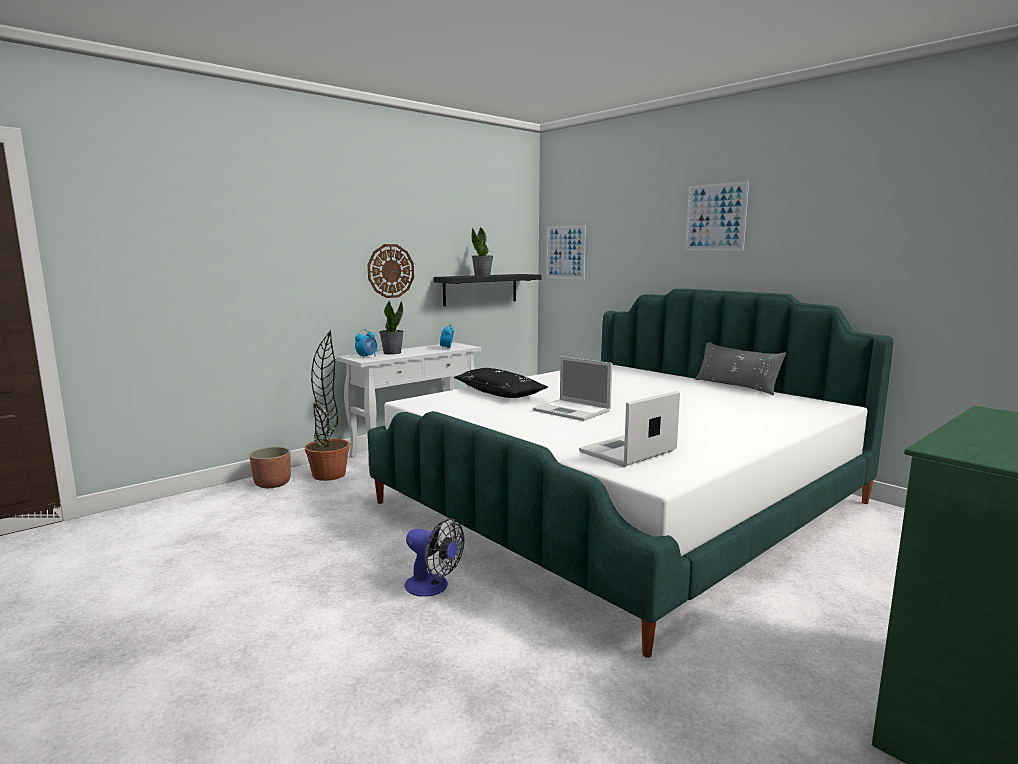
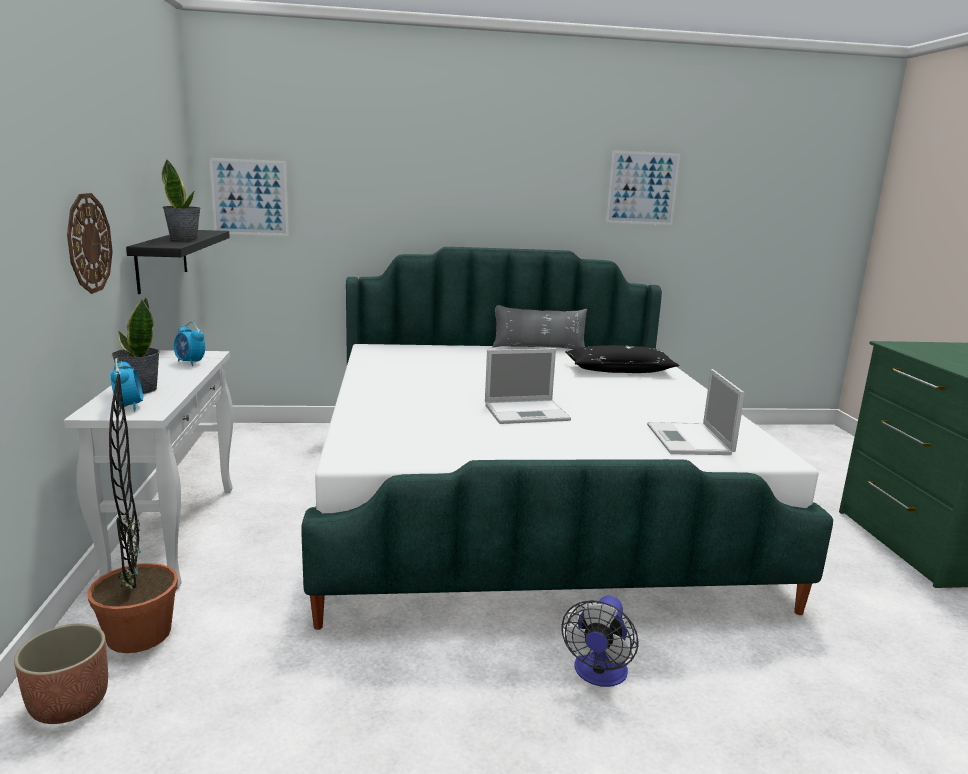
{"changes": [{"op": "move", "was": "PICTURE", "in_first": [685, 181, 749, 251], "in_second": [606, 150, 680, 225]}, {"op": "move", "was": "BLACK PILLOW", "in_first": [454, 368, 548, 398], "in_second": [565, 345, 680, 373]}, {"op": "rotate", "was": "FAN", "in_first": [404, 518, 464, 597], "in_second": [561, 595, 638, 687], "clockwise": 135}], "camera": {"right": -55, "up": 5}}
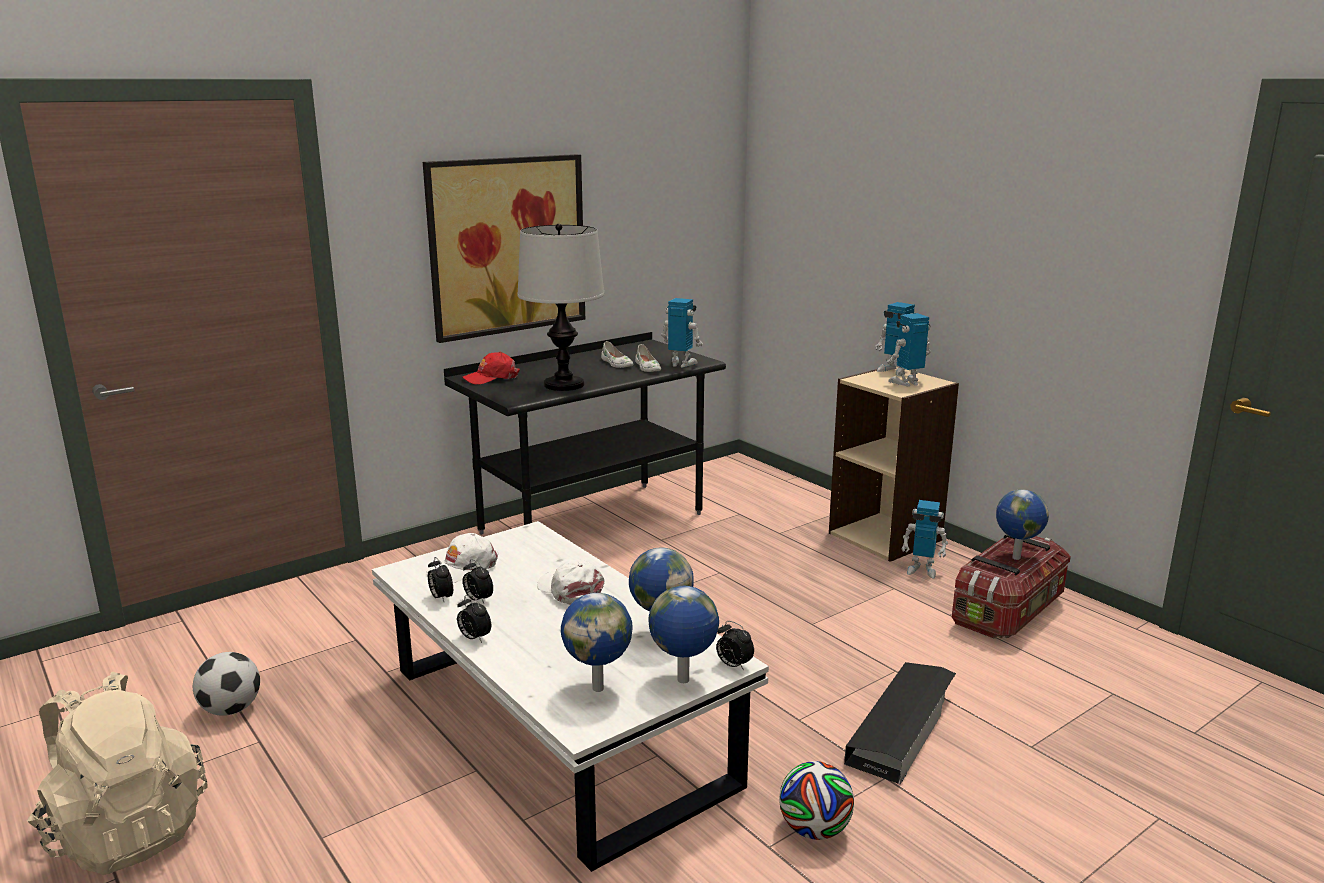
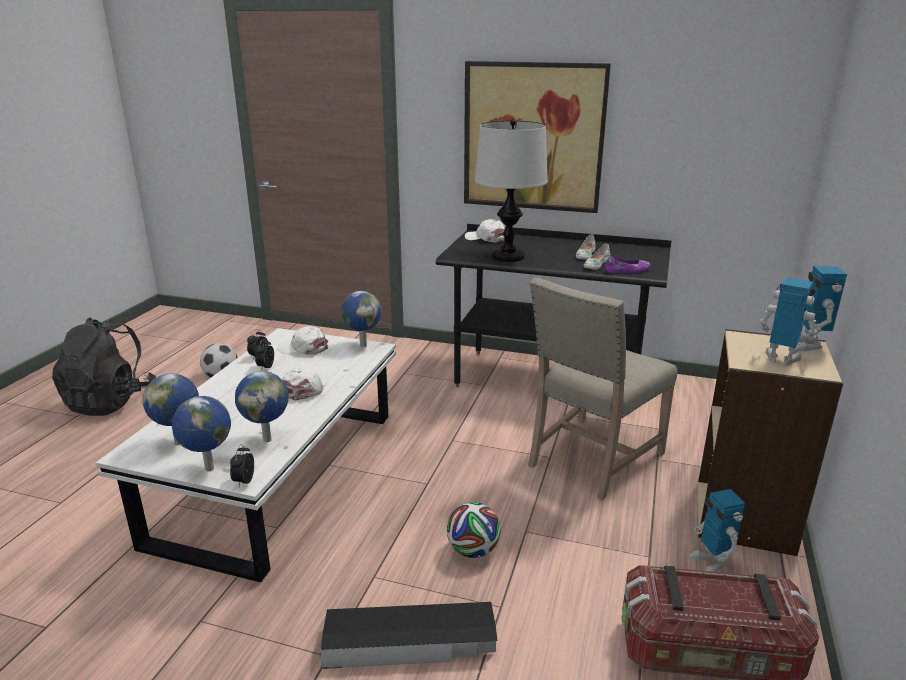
{"changes": [{"op": "replace", "was": "TOY ROBOT", "now": "PURPLE SHOE", "in_first": [661, 298, 703, 367], "in_second": [605, 255, 651, 273]}, {"op": "recolor", "was": "RED CAP", "now": "WHITE CAP", "in_first": [462, 352, 520, 385], "in_second": [465, 219, 505, 243]}, {"op": "move", "was": "GLOBE", "in_first": [996, 489, 1049, 560], "in_second": [341, 291, 382, 347]}, {"op": "delete", "was": "ALARM CLOCK", "in_first": [457, 595, 491, 643]}, {"op": "recolor", "was": "BEIGE BACKPACK", "now": "BLACK BACKPACK", "in_first": [27, 672, 208, 875], "in_second": [52, 317, 156, 416]}, {"op": "move", "was": "FOOTBALL", "in_first": [779, 761, 854, 840], "in_second": [447, 502, 501, 558]}, {"op": "insert", "now": "BEIGE CHAIR", "in_second": [528, 277, 678, 501]}], "camera": {"right": 55, "up": 5}}
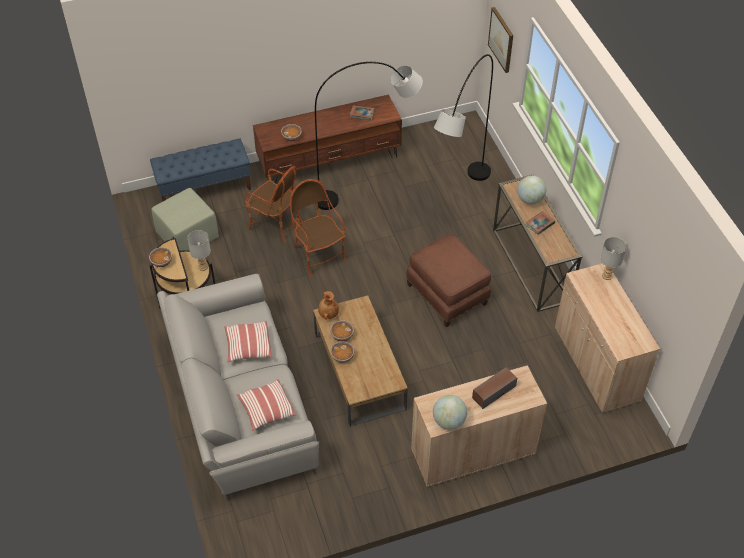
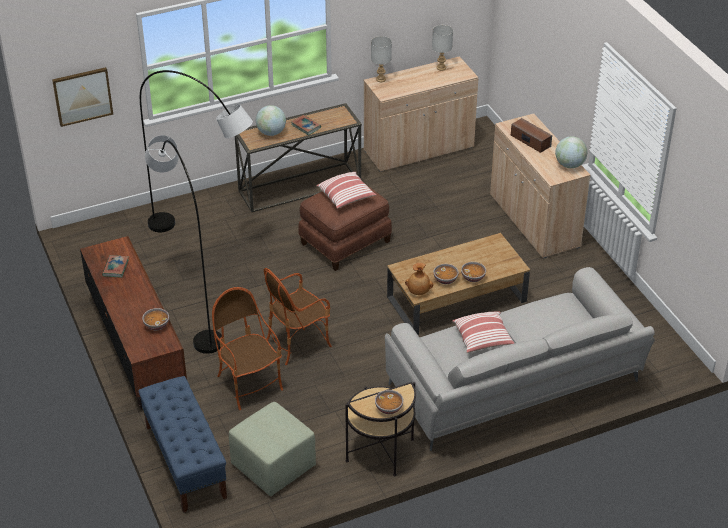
{"changes": [{"op": "rotate", "was": "ARMCHAIR", "in_first": [245, 166, 303, 243], "in_second": [212, 287, 283, 410], "clockwise": -60}, {"op": "move", "was": "GREY TABLE LAMP", "in_first": [187, 230, 211, 271], "in_second": [432, 25, 453, 71]}, {"op": "move", "was": "PILLOW", "in_first": [237, 379, 296, 431], "in_second": [316, 172, 376, 209]}], "camera": {"right": -95, "up": -10}}
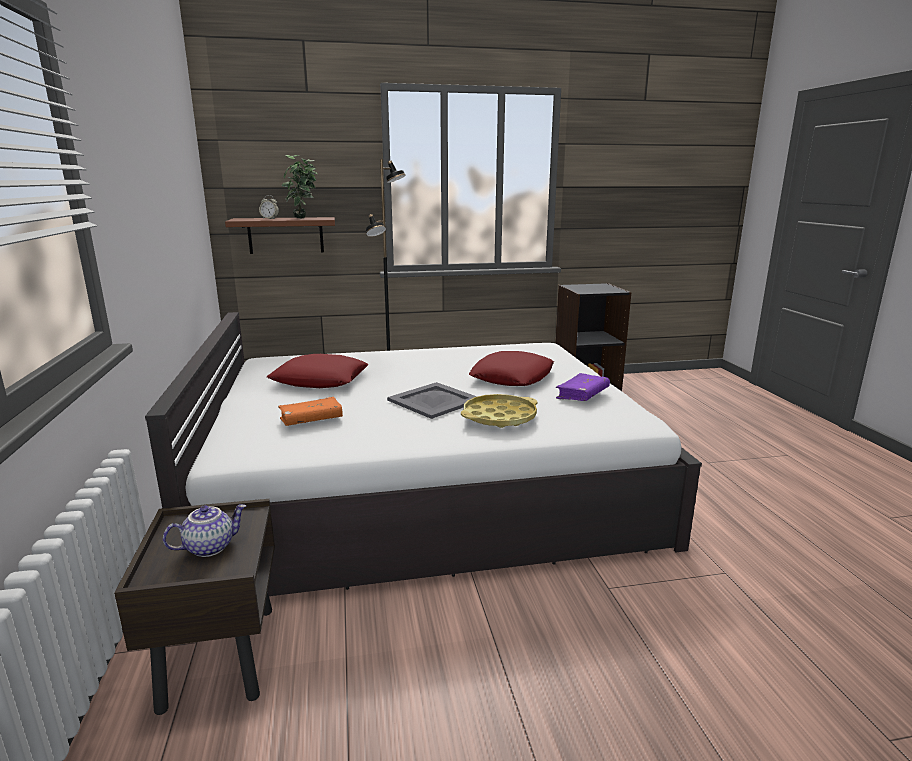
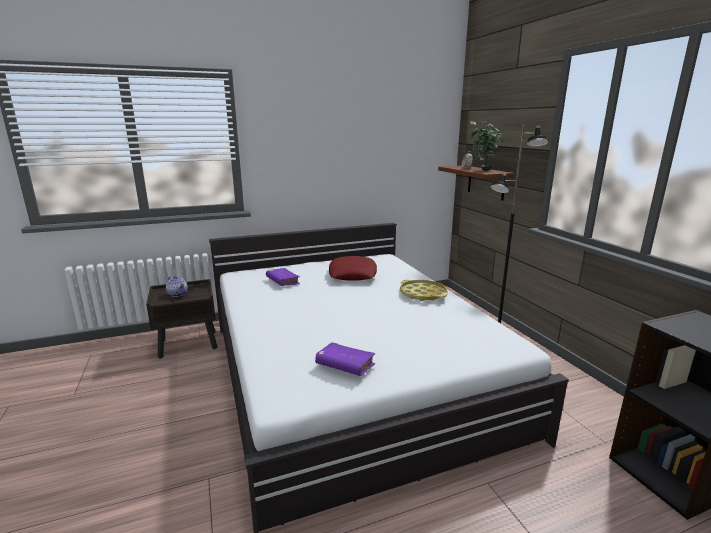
{"changes": [{"op": "delete", "was": "RED PILLOW", "in_first": [469, 351, 554, 386]}, {"op": "delete", "was": "GREY TRAY", "in_first": [387, 382, 477, 419]}, {"op": "move", "was": "YELLOW TRAY", "in_first": [461, 394, 537, 428], "in_second": [400, 280, 447, 301]}, {"op": "recolor", "was": "ORANGE BOOK", "now": "PURPLE BOOK", "in_first": [278, 397, 343, 426], "in_second": [266, 268, 300, 286]}], "camera": {"right": 80, "up": 0}}
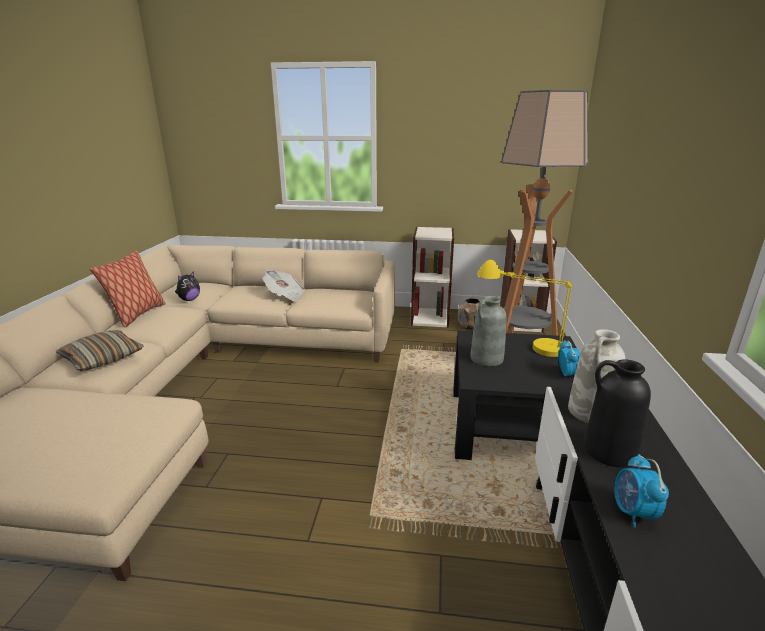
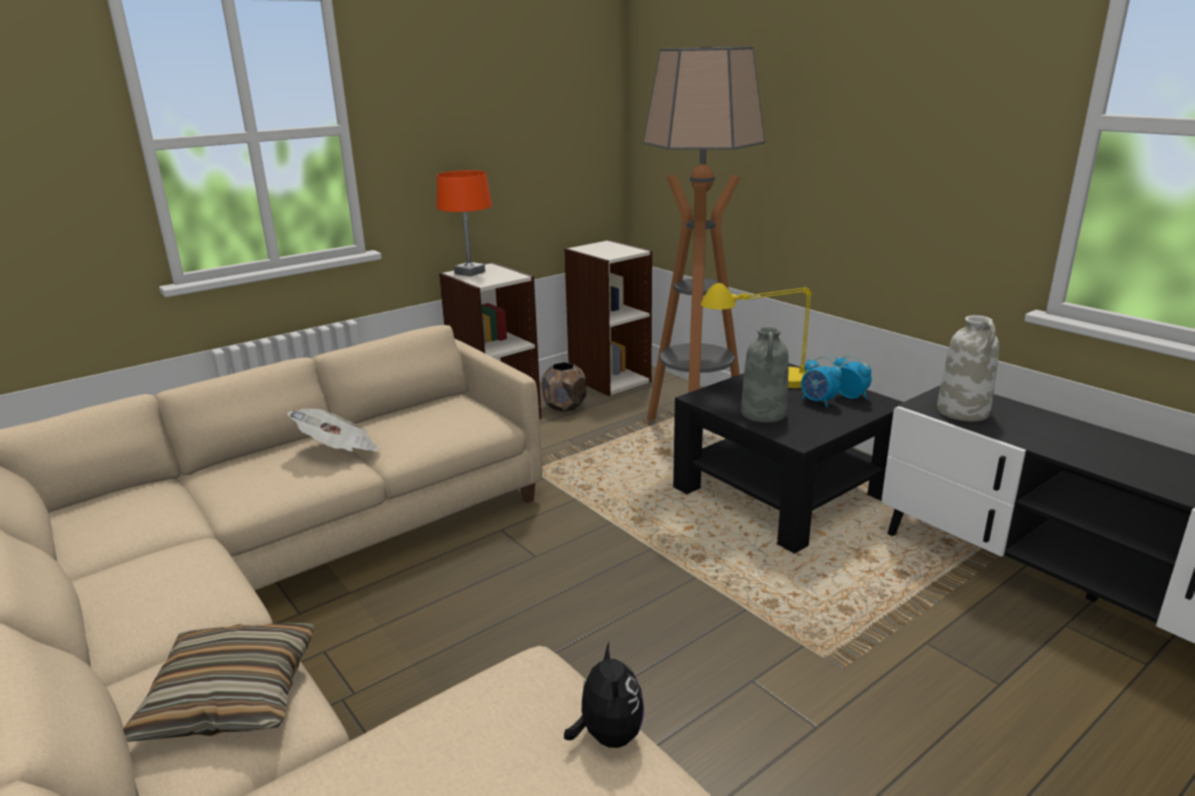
{"changes": [{"op": "delete", "was": "PILLOW", "in_first": [90, 250, 166, 327]}, {"op": "move", "was": "PLUSH TOY", "in_first": [175, 271, 200, 301], "in_second": [564, 642, 644, 748]}, {"op": "delete", "was": "BLACK VASE", "in_first": [584, 359, 651, 468]}, {"op": "move", "was": "ALARM CLOCK", "in_first": [614, 454, 669, 528], "in_second": [801, 356, 842, 407]}, {"op": "insert", "now": "ORANGE TABLE LAMP", "in_second": [437, 170, 492, 277]}], "camera": {"right": -45, "up": 0}}
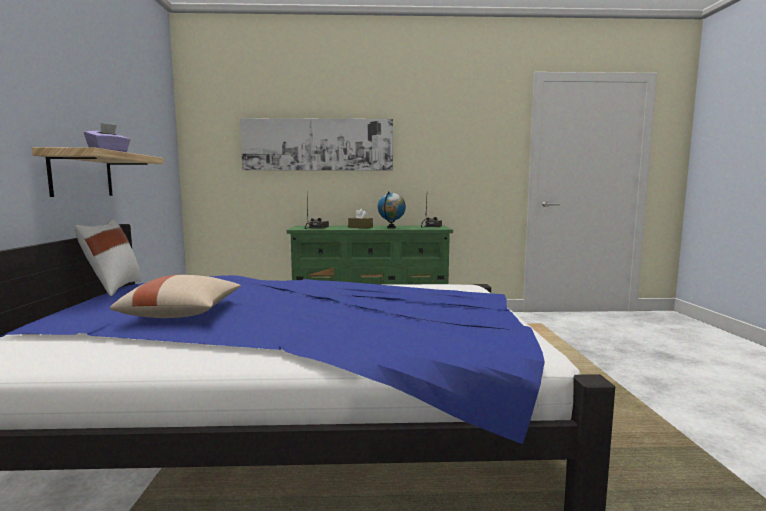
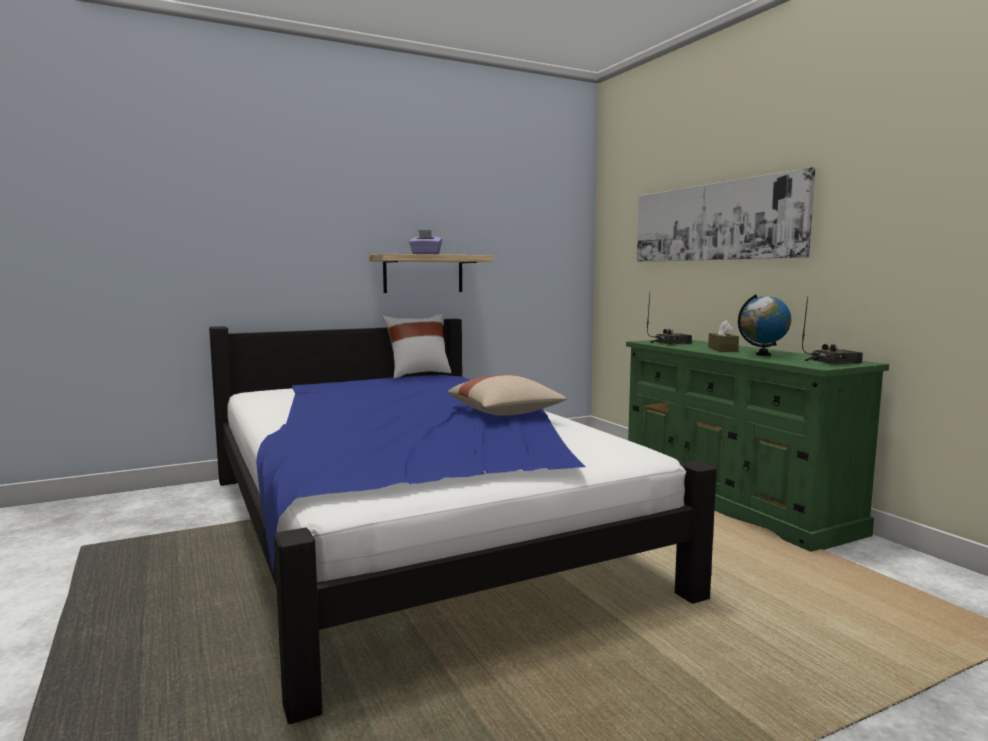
{"changes": [{"op": "move", "was": "BEIGE PILLOW", "in_first": [110, 275, 241, 318], "in_second": [448, 375, 567, 416]}], "camera": {"right": 65, "up": 0}}
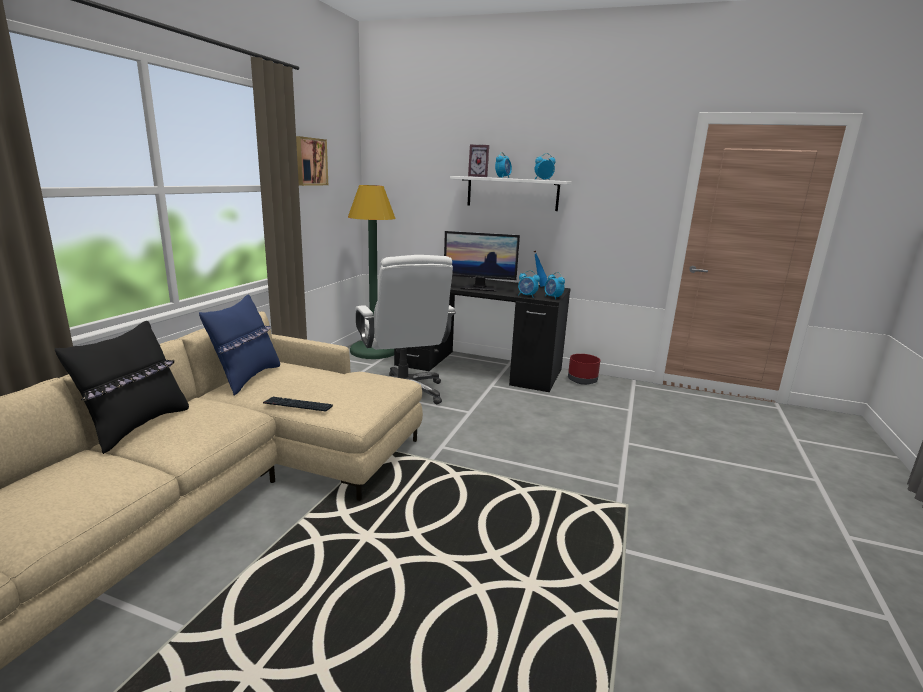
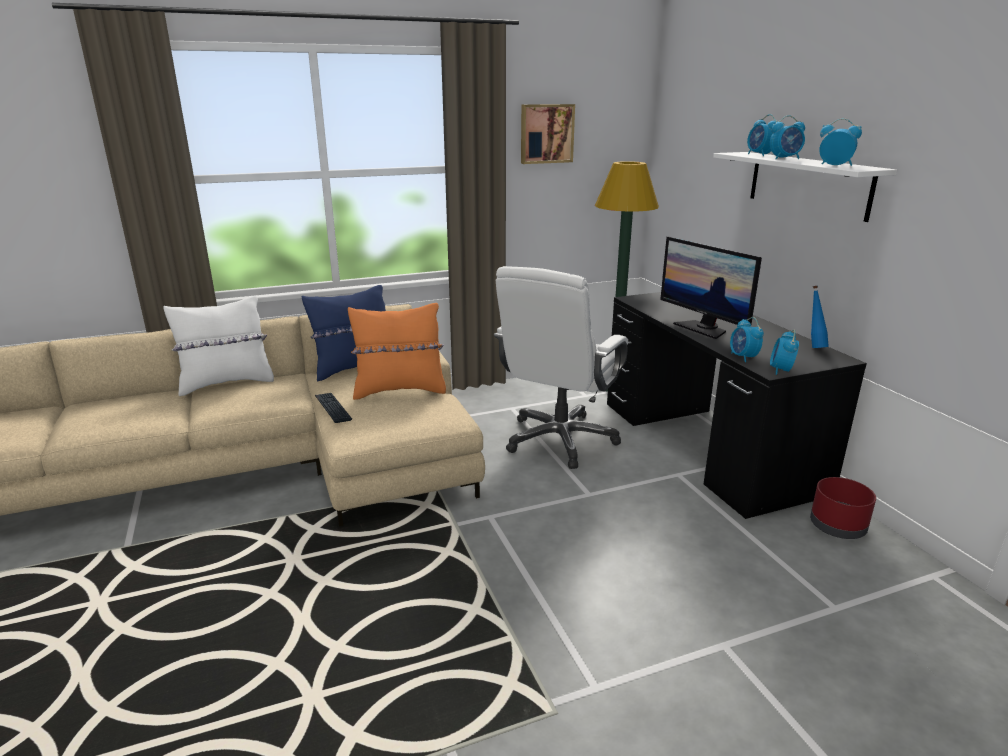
{"changes": [{"op": "replace", "was": "PICTURE FRAME", "now": "ALARM CLOCK", "in_first": [468, 144, 489, 177], "in_second": [747, 114, 778, 156]}, {"op": "recolor", "was": "BLACK PILLOW", "now": "WHITE PILLOW", "in_first": [55, 321, 189, 454], "in_second": [163, 296, 274, 396]}, {"op": "insert", "now": "ORANGE PILLOW", "in_second": [348, 303, 446, 400]}], "camera": {"right": 50, "up": 5}}
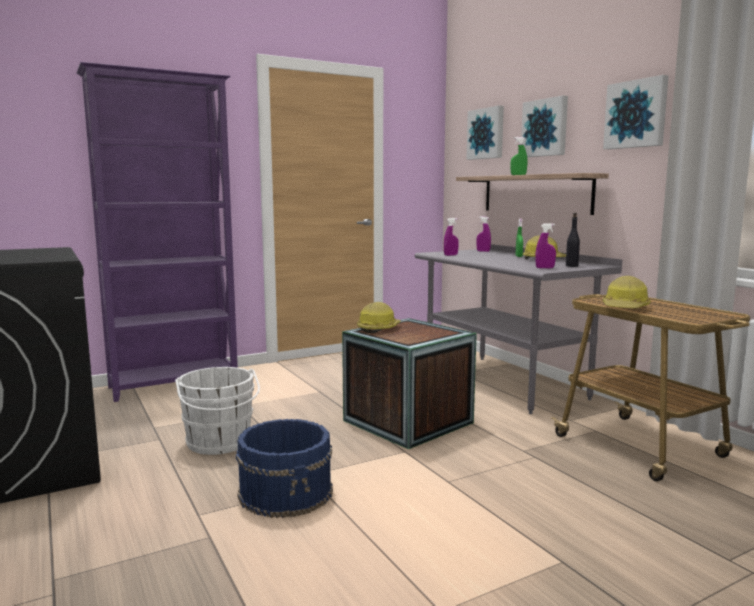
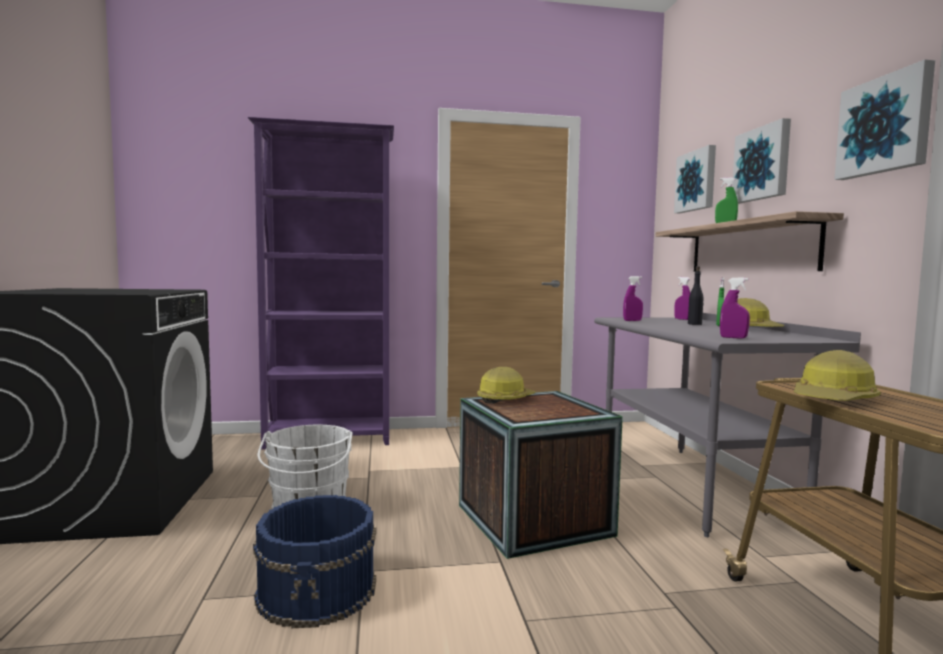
{"changes": [{"op": "move", "was": "BLACK BOTTLE", "in_first": [566, 213, 580, 267], "in_second": [688, 266, 703, 325]}], "camera": {"right": 20, "up": -5}}
